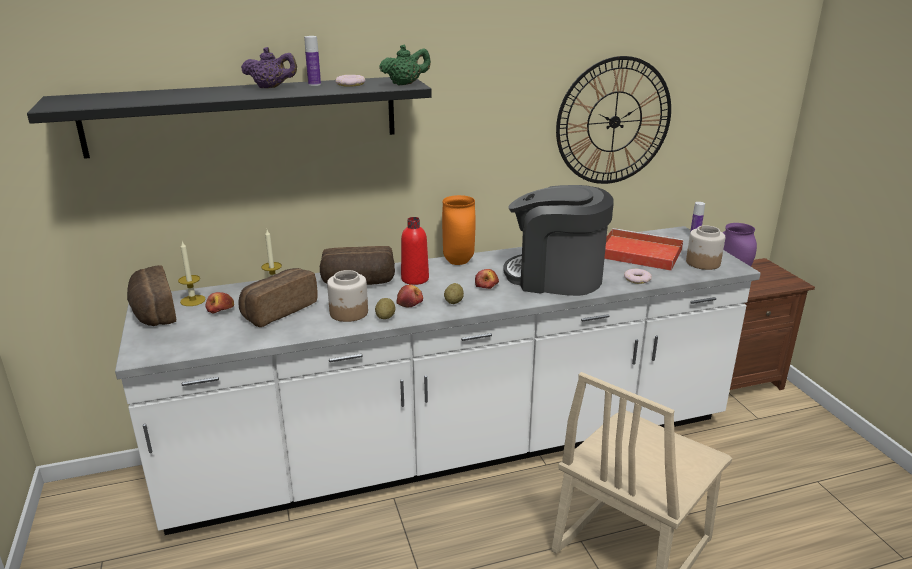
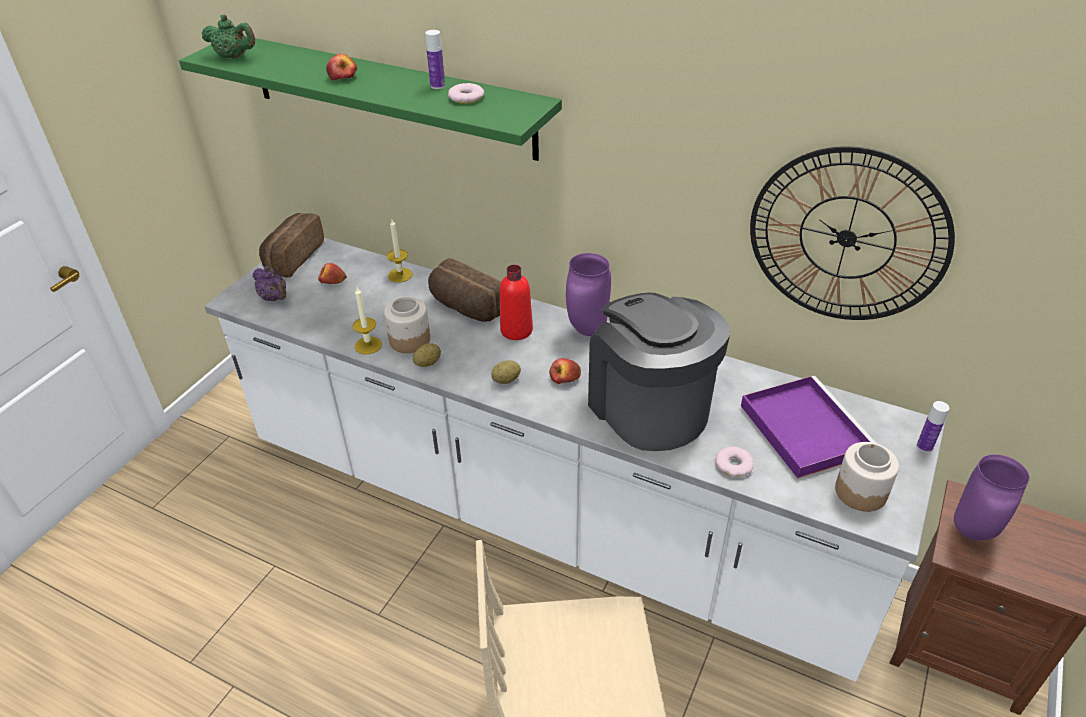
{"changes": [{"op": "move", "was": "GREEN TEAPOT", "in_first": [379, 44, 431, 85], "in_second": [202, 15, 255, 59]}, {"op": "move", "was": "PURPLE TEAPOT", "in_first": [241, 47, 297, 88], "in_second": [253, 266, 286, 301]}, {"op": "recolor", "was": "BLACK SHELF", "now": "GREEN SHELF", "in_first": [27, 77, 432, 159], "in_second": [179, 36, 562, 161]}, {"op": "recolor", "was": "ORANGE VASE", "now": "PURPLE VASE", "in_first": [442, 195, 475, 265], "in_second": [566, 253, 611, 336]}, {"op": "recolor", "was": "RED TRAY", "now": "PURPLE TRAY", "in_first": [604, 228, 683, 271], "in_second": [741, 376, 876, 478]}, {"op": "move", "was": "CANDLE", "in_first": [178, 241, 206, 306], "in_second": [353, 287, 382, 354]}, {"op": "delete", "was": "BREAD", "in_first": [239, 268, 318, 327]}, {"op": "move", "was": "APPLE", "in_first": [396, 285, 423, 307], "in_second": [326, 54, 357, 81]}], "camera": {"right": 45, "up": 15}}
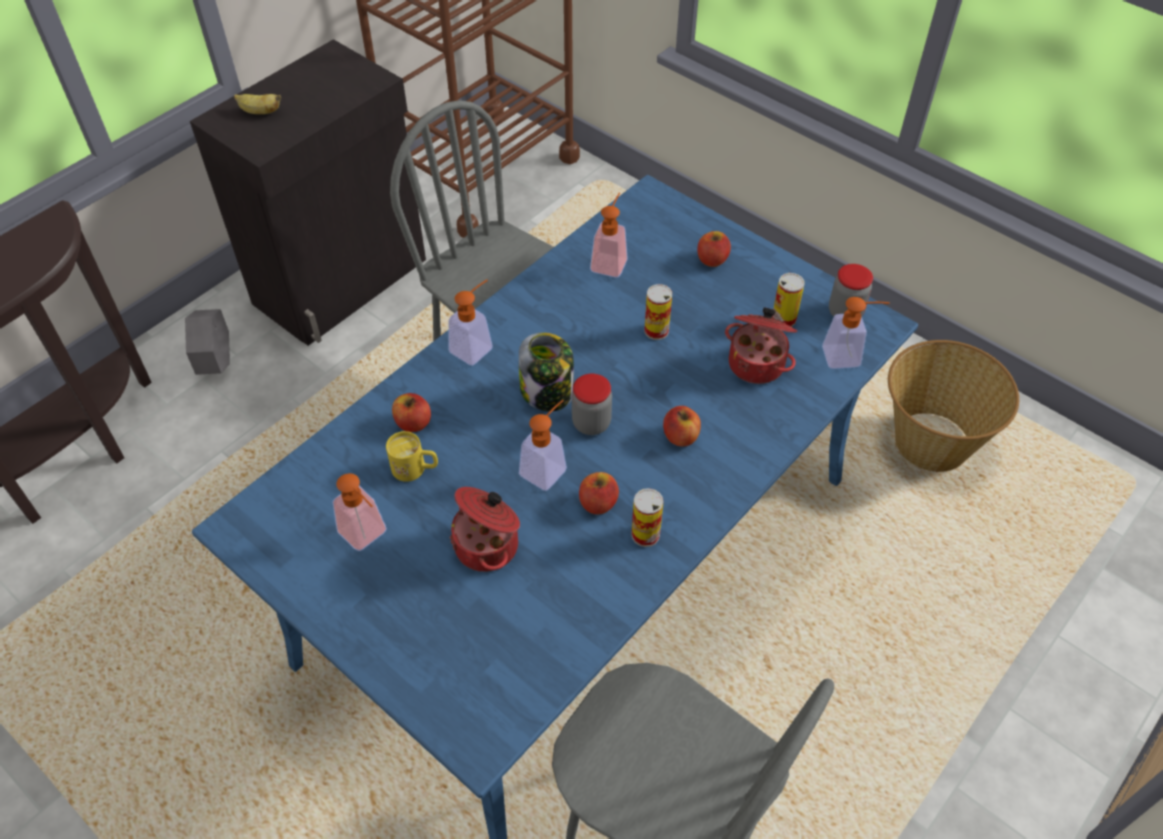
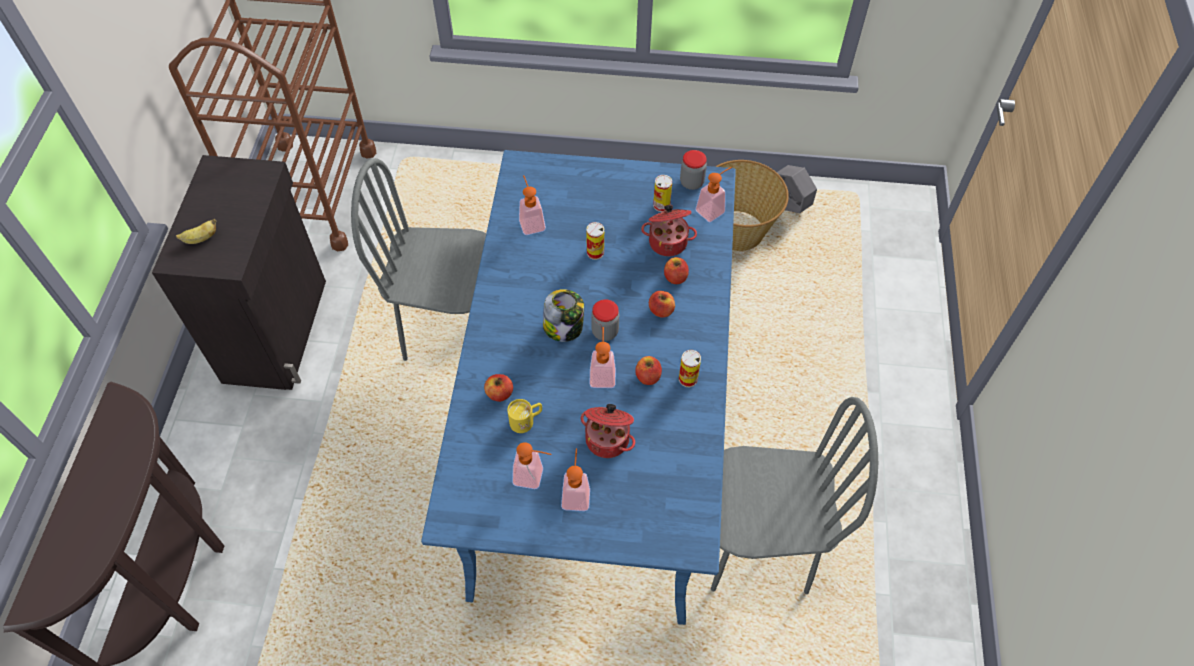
{"changes": [{"op": "move", "was": "APPLE", "in_first": [697, 231, 731, 267], "in_second": [664, 257, 689, 284]}, {"op": "move", "was": "SOAP DISPENSER", "in_first": [448, 280, 493, 366], "in_second": [561, 448, 590, 511]}, {"op": "move", "was": "GREY PLANTER", "in_first": [185, 309, 230, 375], "in_second": [777, 165, 817, 213]}], "camera": {"right": -35, "up": 5}}
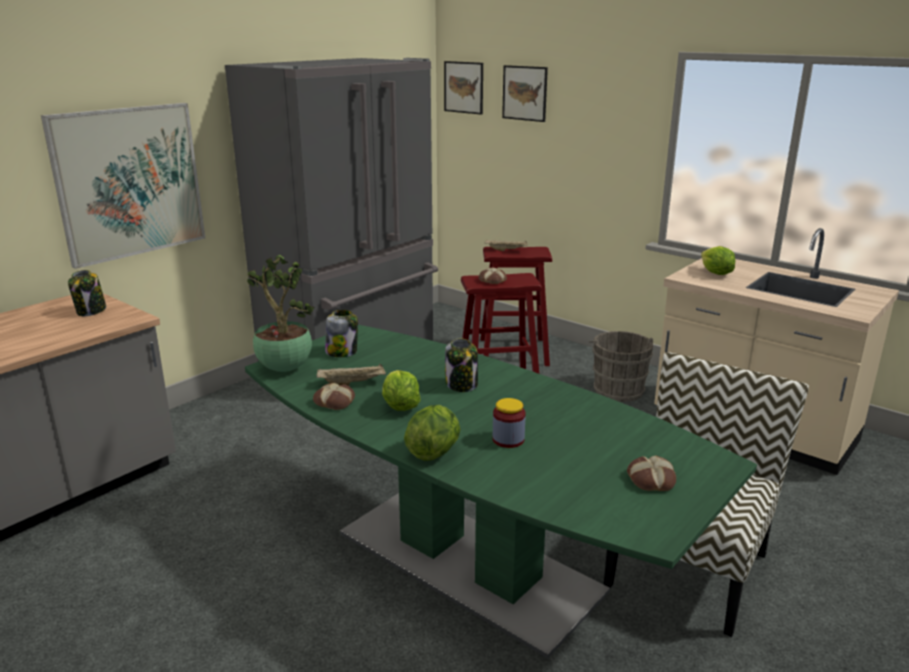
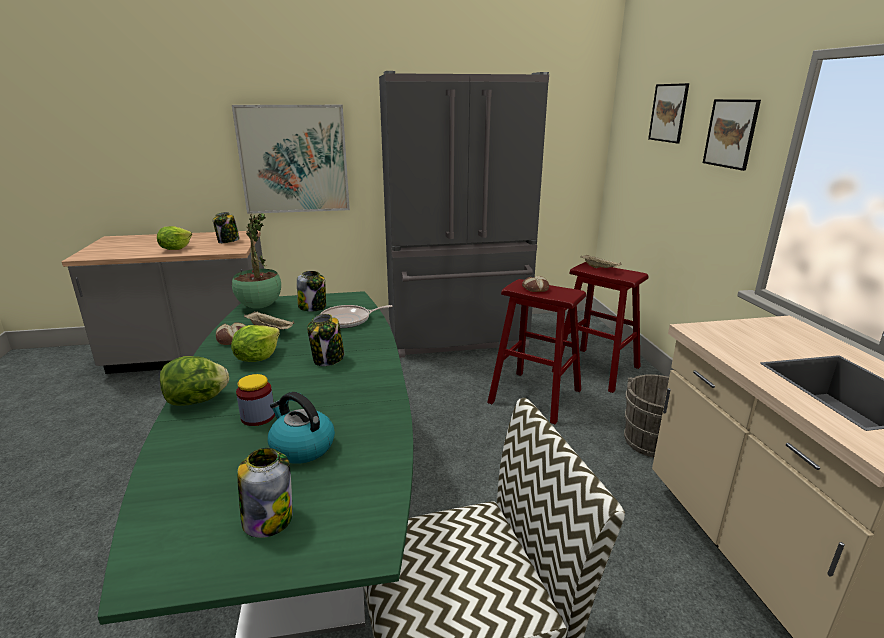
{"changes": [{"op": "move", "was": "PICTURE", "in_first": [444, 61, 483, 115], "in_second": [703, 99, 761, 171]}, {"op": "move", "was": "LETTUCE", "in_first": [701, 246, 735, 275], "in_second": [157, 226, 192, 250]}, {"op": "replace", "was": "BREAD", "now": "JAR", "in_first": [627, 456, 676, 491], "in_second": [237, 448, 293, 538]}, {"op": "insert", "now": "FRYING PAN", "in_second": [320, 305, 392, 328]}, {"op": "insert", "now": "KETTLE", "in_second": [268, 392, 335, 464]}], "camera": {"right": 40, "up": 0}}
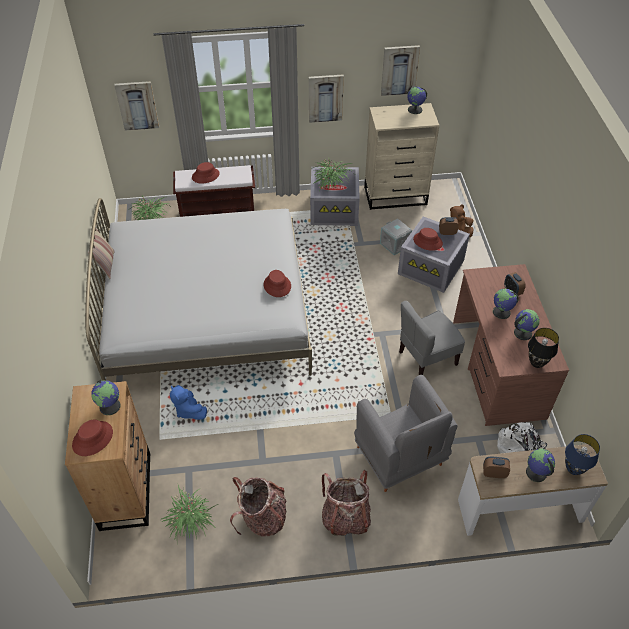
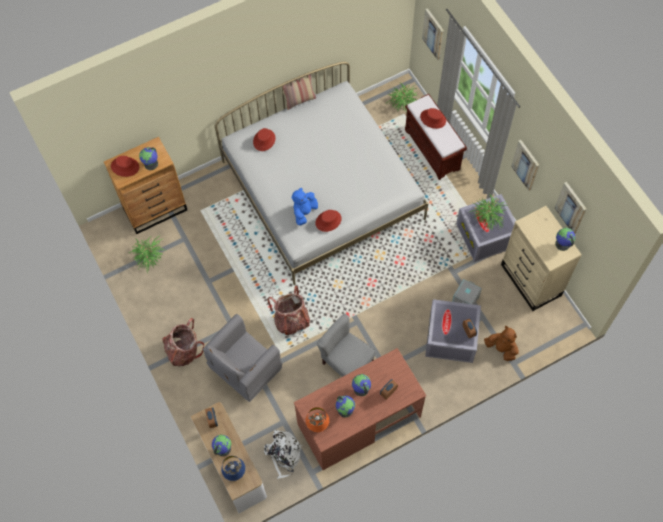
{"changes": [{"op": "move", "was": "RED HAT", "in_first": [413, 228, 443, 251], "in_second": [253, 128, 276, 151]}, {"op": "recolor", "was": "BLACK TABLE LAMP", "now": "ORANGE TABLE LAMP", "in_first": [528, 328, 559, 368], "in_second": [306, 407, 329, 432]}, {"op": "move", "was": "BLUE PLUSH TOY", "in_first": [170, 385, 207, 420], "in_second": [292, 188, 318, 225]}, {"op": "move", "was": "BACKPACK", "in_first": [230, 477, 287, 537], "in_second": [268, 286, 311, 335]}], "camera": {"right": 70, "up": 15}}
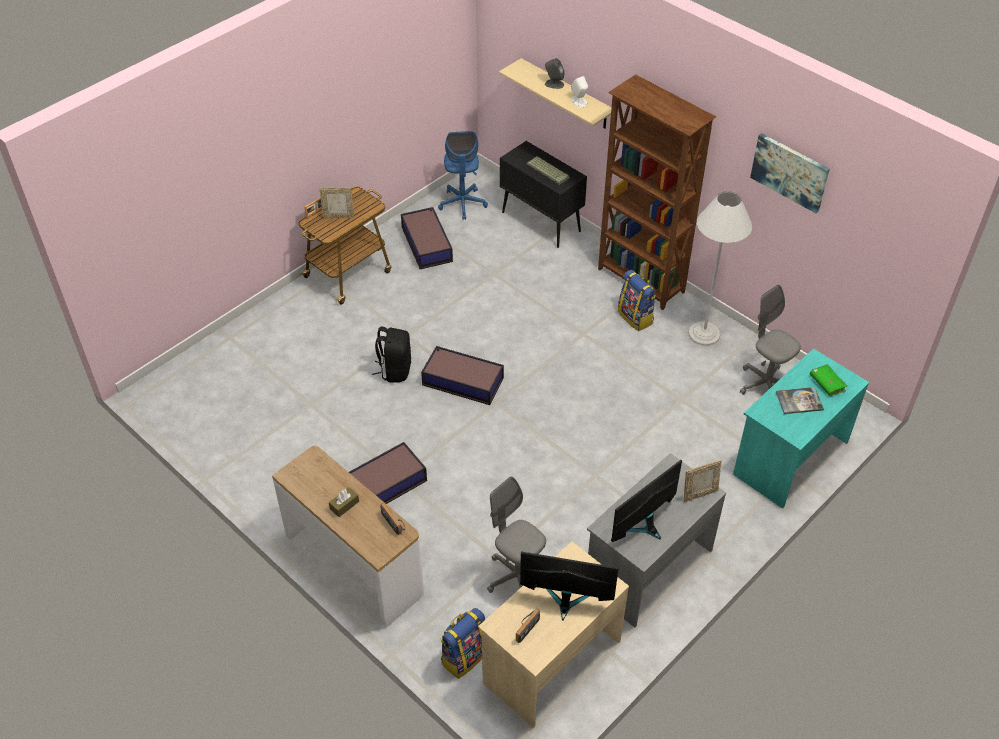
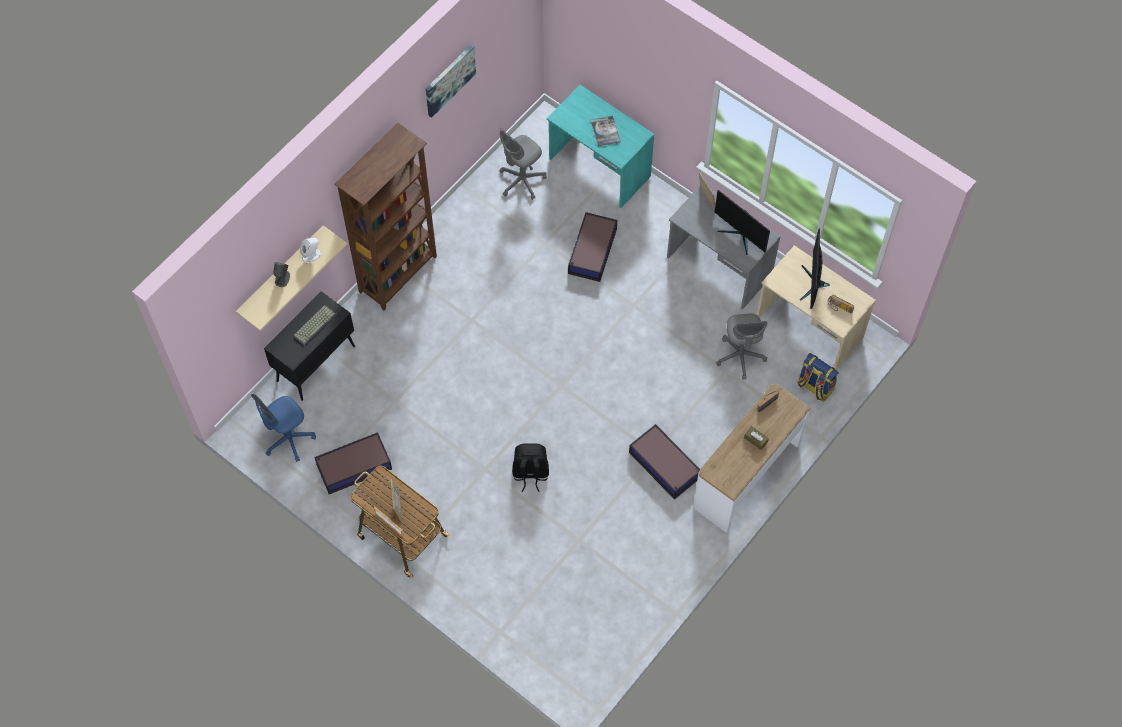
{"changes": [{"op": "rotate", "was": "BLUE OFFICE CHAIR", "in_first": [438, 131, 488, 220], "in_second": [251, 394, 316, 462], "clockwise": 150}, {"op": "delete", "was": "WHITE FLOOR LAMP", "in_first": [688, 191, 752, 346]}, {"op": "delete", "was": "BACKPACK", "in_first": [618, 270, 656, 331]}, {"op": "move", "was": "STORAGE BOX", "in_first": [421, 346, 504, 405], "in_second": [568, 212, 617, 282]}, {"op": "delete", "was": "GREEN BOOK", "in_first": [810, 364, 848, 396]}, {"op": "rotate", "was": "GREY OFFICE CHAIR", "in_first": [487, 476, 546, 593], "in_second": [716, 314, 767, 380], "clockwise": -45}], "camera": {"right": -95, "up": 15}}
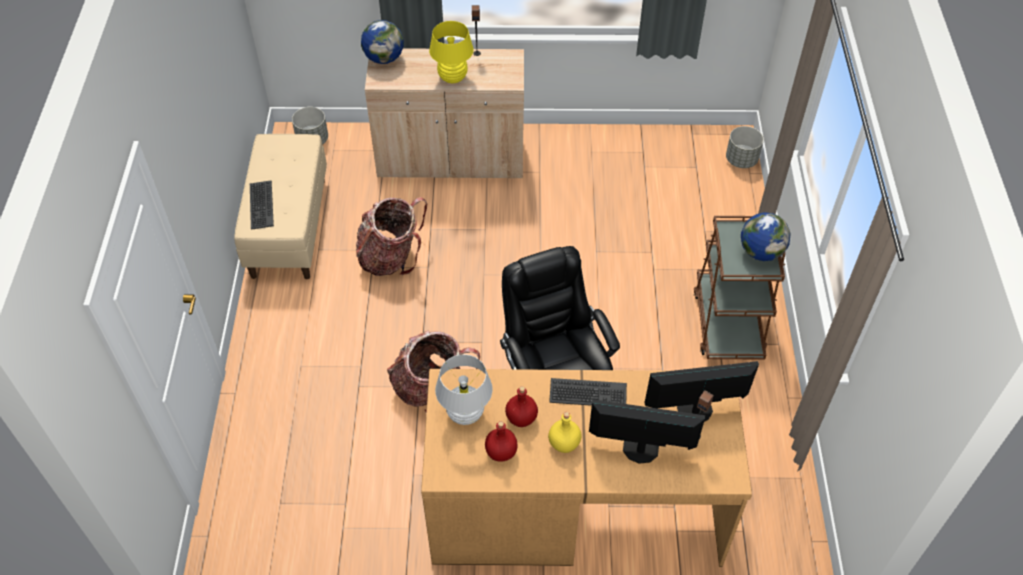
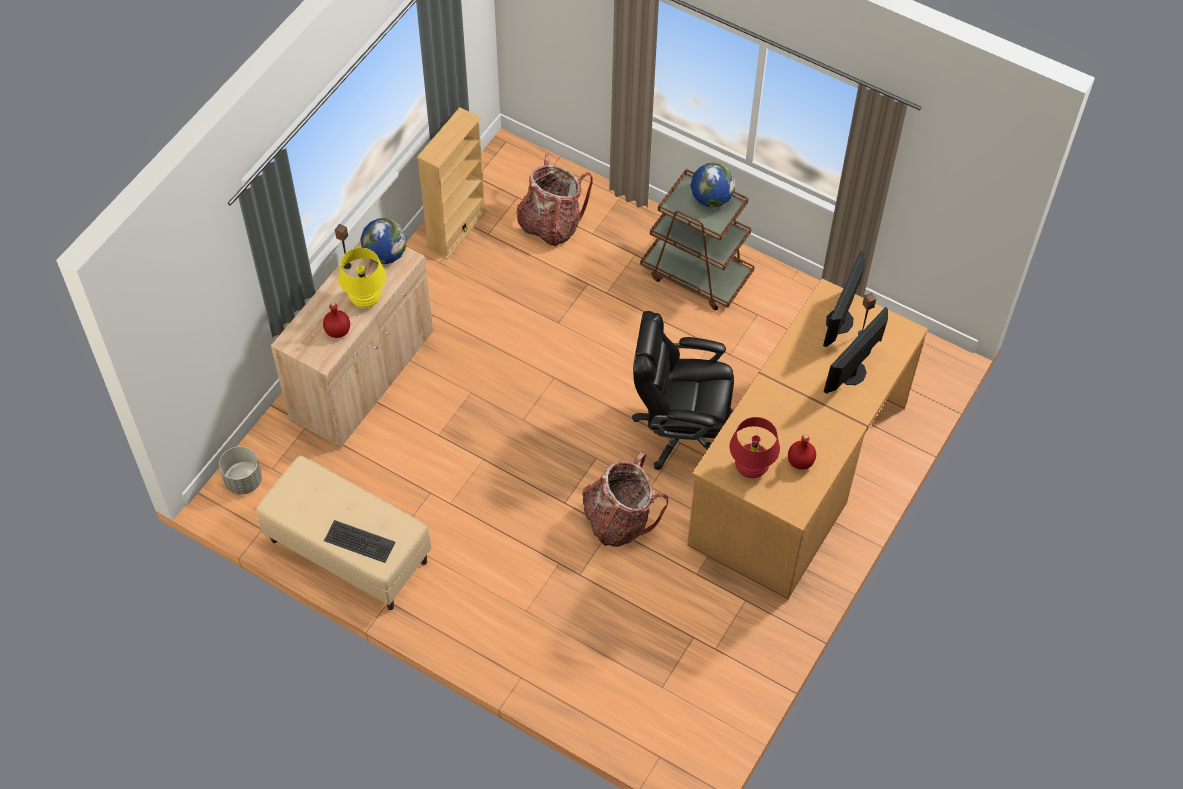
{"changes": [{"op": "move", "was": "GLOBE", "in_first": [361, 20, 404, 64], "in_second": [361, 218, 407, 264]}, {"op": "delete", "was": "GREY PLANTER", "in_first": [726, 126, 764, 168]}, {"op": "move", "was": "BACKPACK", "in_first": [356, 197, 427, 276], "in_second": [516, 154, 593, 246]}, {"op": "recolor", "was": "WHITE TABLE LAMP", "now": "RED TABLE LAMP", "in_first": [435, 354, 493, 425], "in_second": [730, 417, 780, 478]}, {"op": "delete", "was": "KEYBOARD", "in_first": [549, 378, 627, 406]}, {"op": "move", "was": "RED BOTTLE", "in_first": [505, 386, 538, 427], "in_second": [323, 302, 350, 338]}, {"op": "delete", "was": "YELLOW BOTTLE", "in_first": [548, 412, 582, 453]}, {"op": "insert", "now": "BEIGE BOOKCASE", "in_second": [417, 107, 487, 259]}], "camera": {"right": -60, "up": 5}}
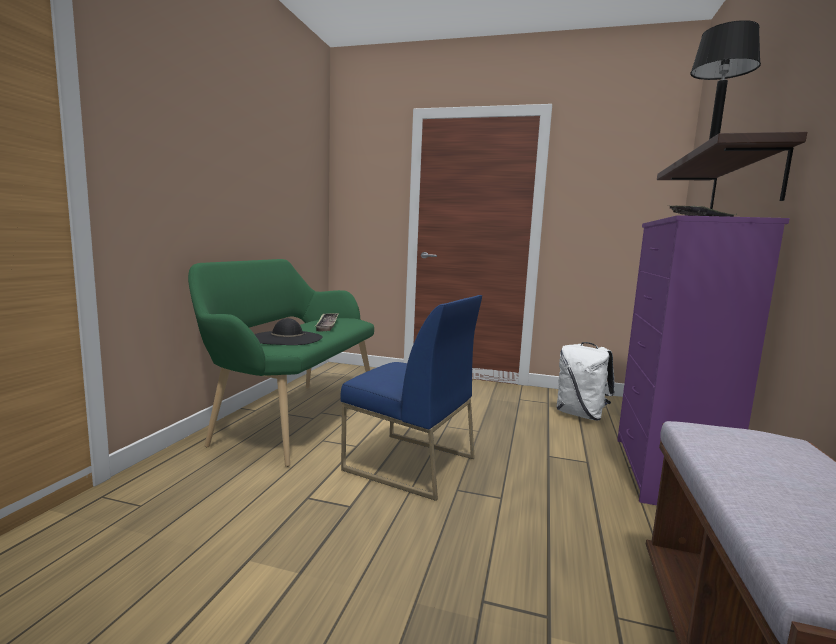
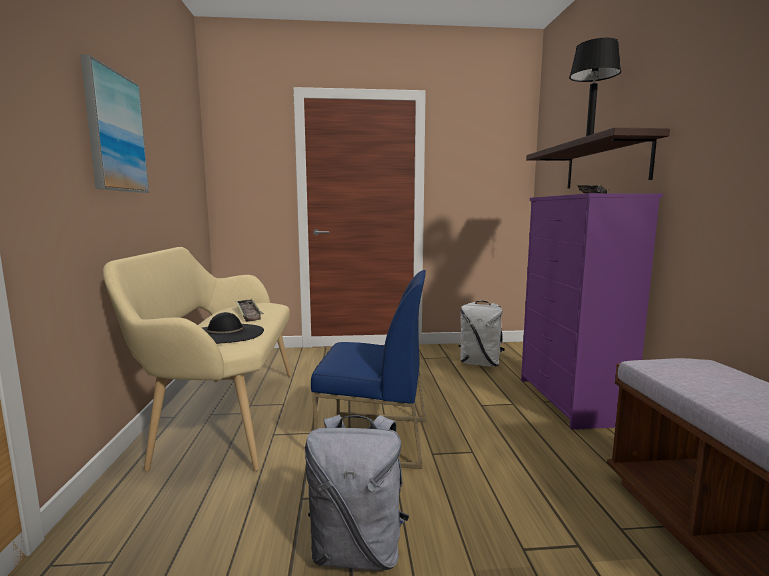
{"changes": [{"op": "recolor", "was": "GREEN BENCH", "now": "BEIGE BENCH", "in_first": [188, 259, 374, 467], "in_second": [103, 247, 291, 472]}, {"op": "insert", "now": "PICTURE", "in_second": [80, 54, 149, 193]}, {"op": "insert", "now": "GREY BACKPACK", "in_second": [305, 414, 409, 571]}], "camera": {"right": -20, "up": 0}}
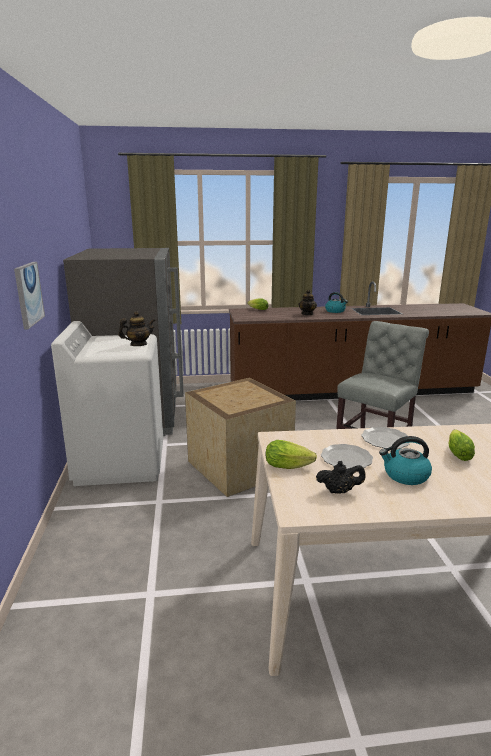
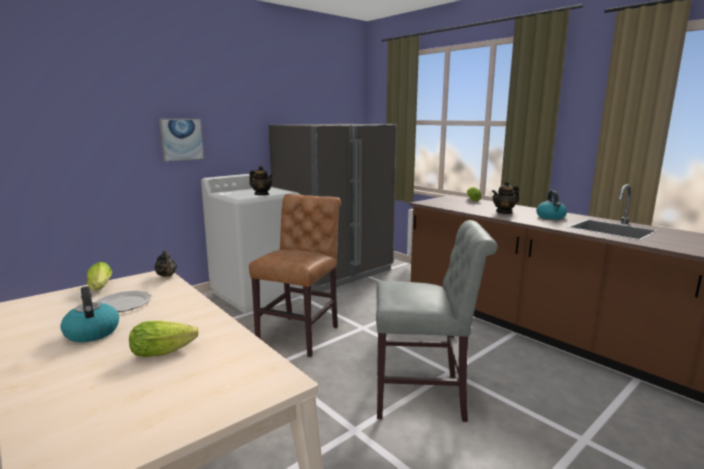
{"changes": [{"op": "replace", "was": "CRATE", "now": "BROWN CHAIR", "in_first": [185, 378, 296, 497], "in_second": [249, 194, 341, 357]}, {"op": "delete", "was": "PLATE", "in_first": [362, 427, 410, 449]}, {"op": "move", "was": "BLACK TEAPOT", "in_first": [316, 461, 365, 494], "in_second": [154, 251, 177, 277]}], "camera": {"right": 55, "up": -5}}
